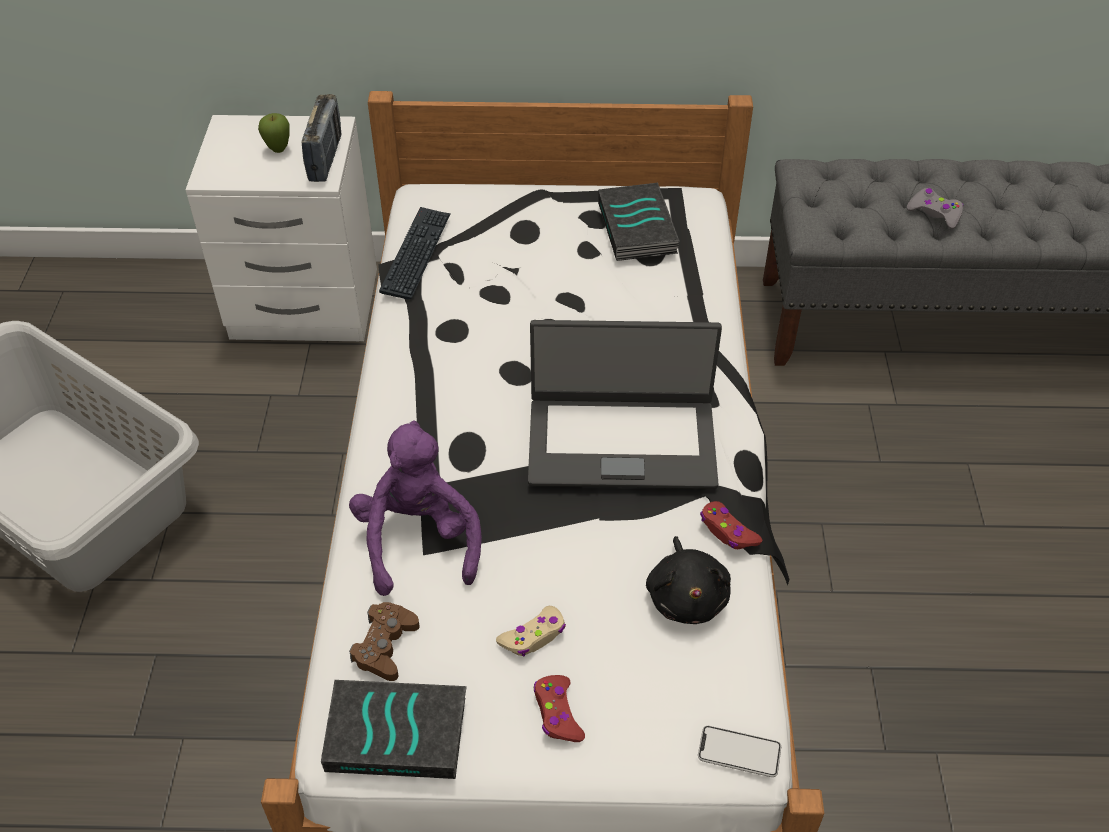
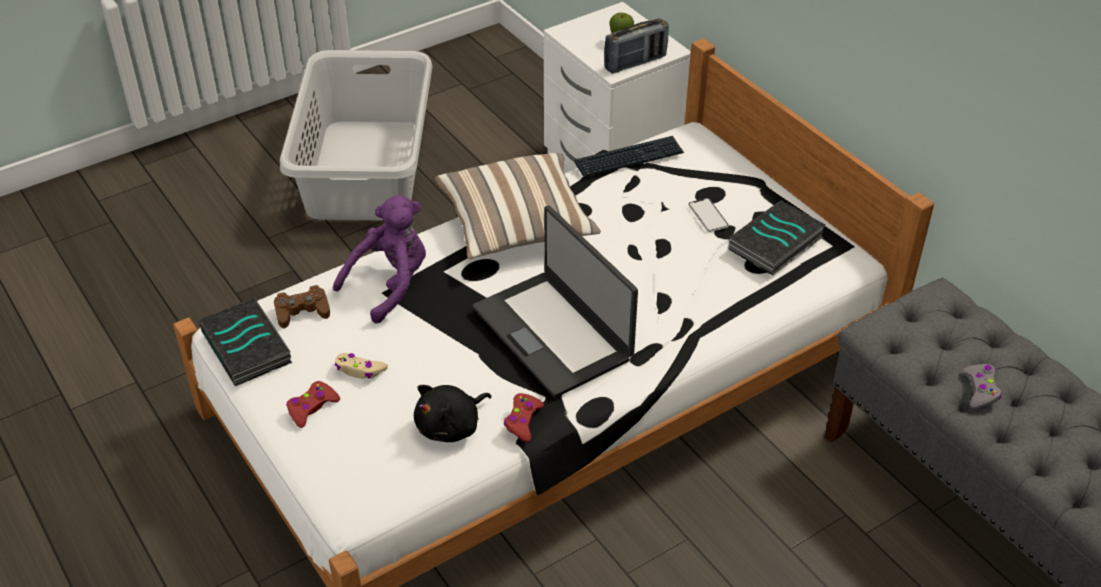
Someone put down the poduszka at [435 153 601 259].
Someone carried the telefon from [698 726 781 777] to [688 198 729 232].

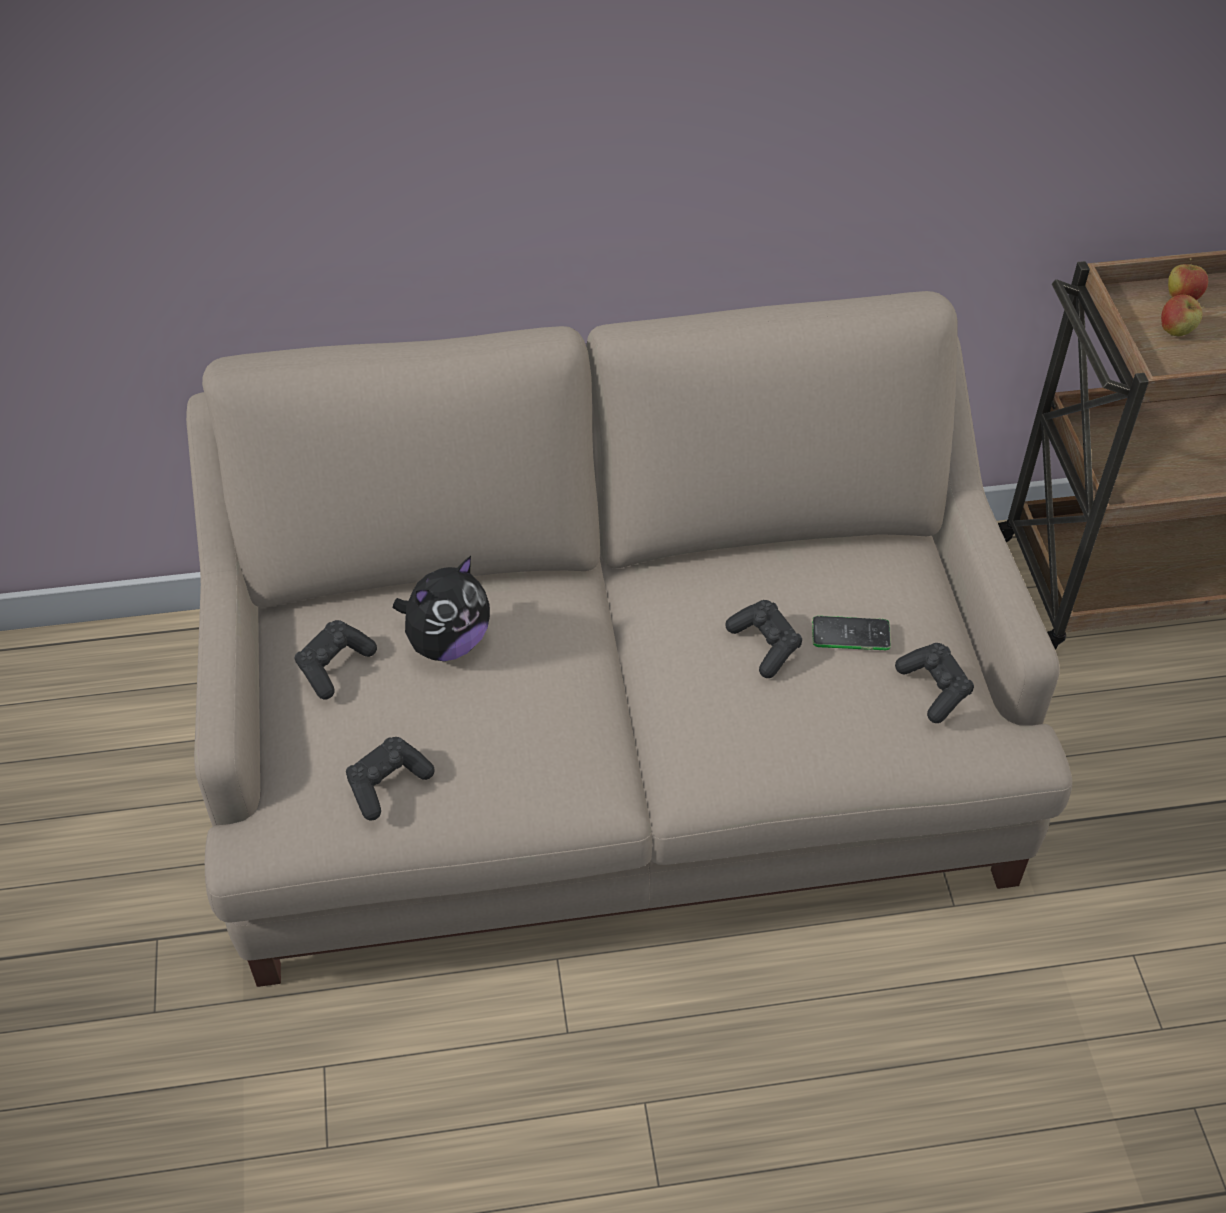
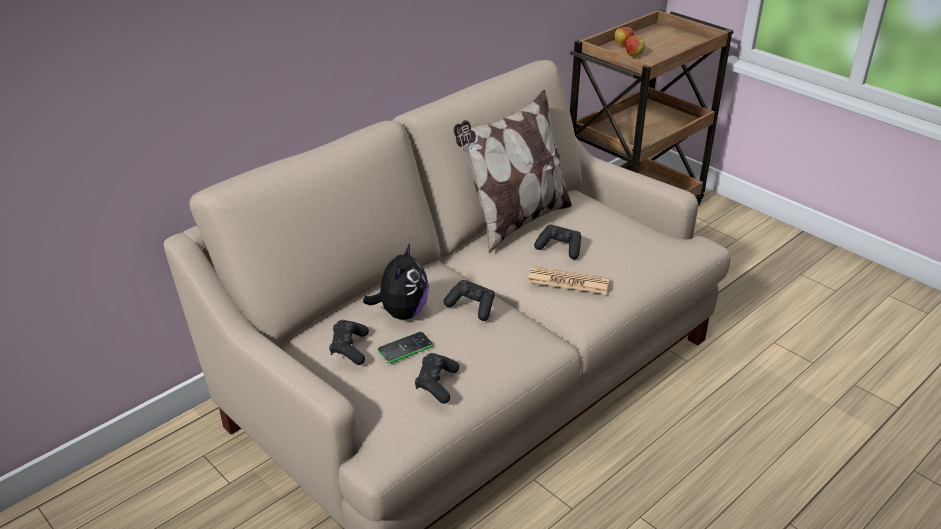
Someone put down the poduszka at [454 90 572 254].
Someone put down the gazeta at [528 266 609 294].
Someone carried the telefon from [812 616 891 650] to [377 332 433 363].
Someone carried the pad do gier (czarny) from [895 643 974 723] to [444 280 495 321].

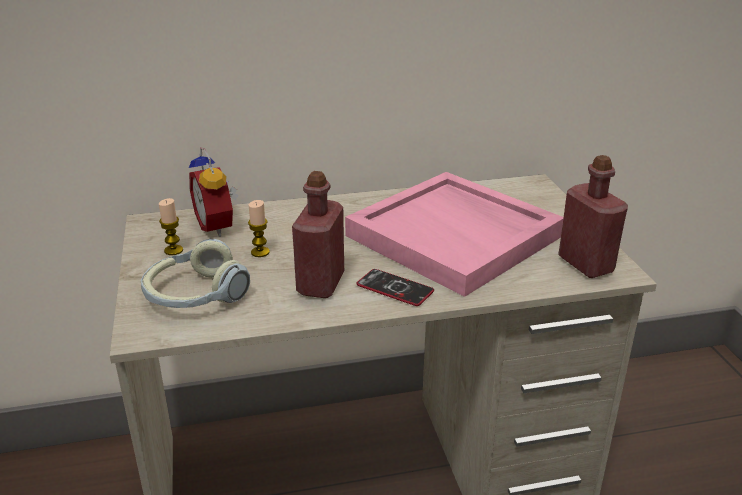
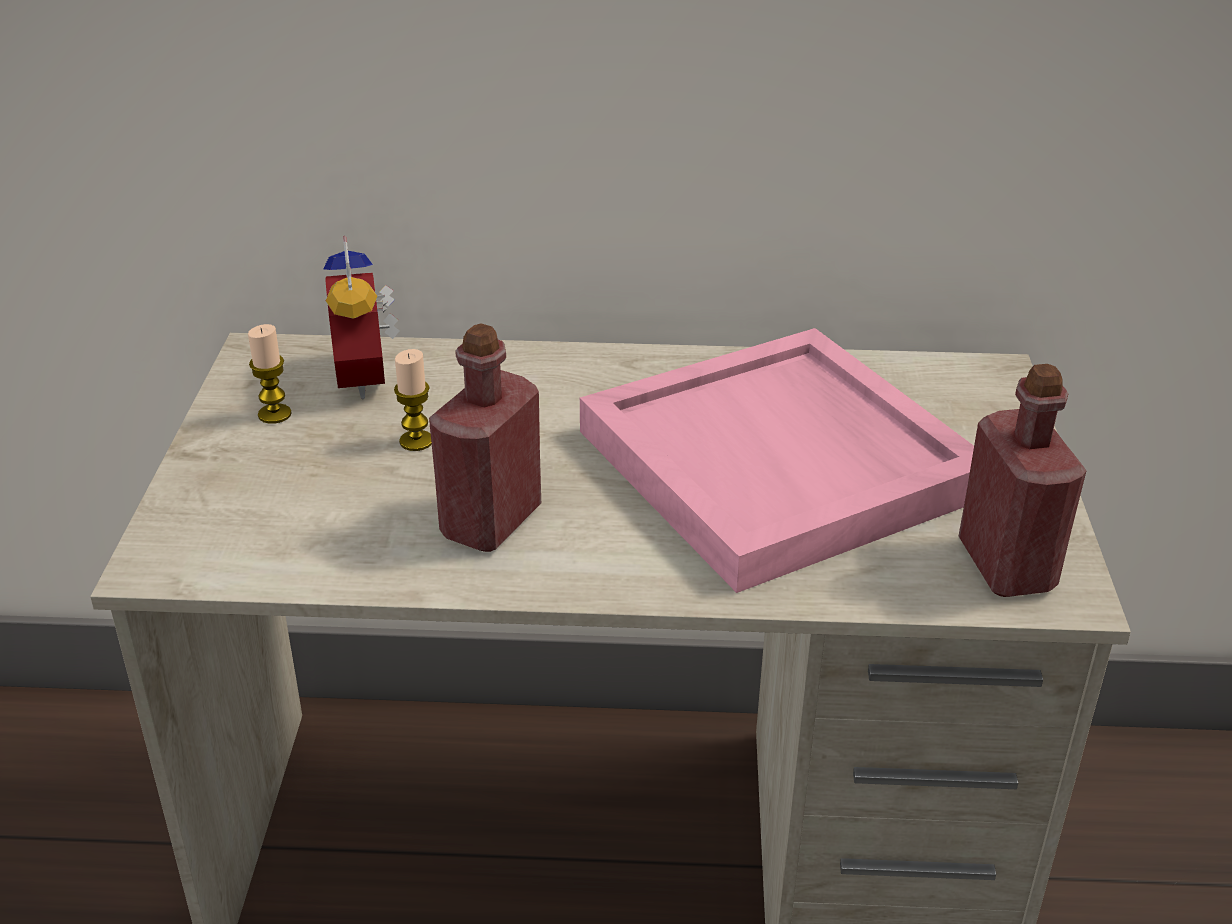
Someone took away the słuchawki at [141 239 250 308].
Someone took away the telefon at [356 269 434 306].

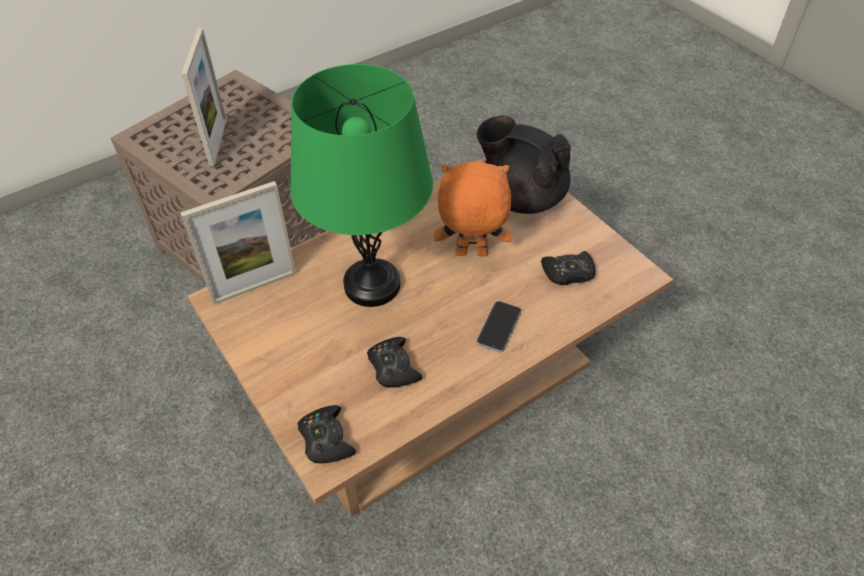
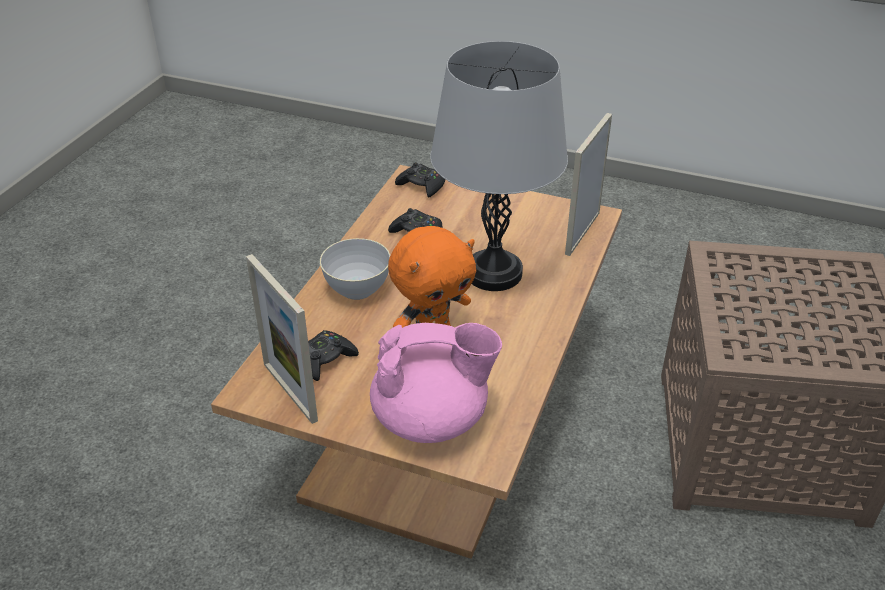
Someone carried the ramka na zdjęcie from [181 28 227 167] to [246 254 318 424].
Someone swapped the telefon at [477 301 521 352] for the miska (szary) at [320 238 391 300].
Someone repainted the lampa stołowa (zielony) at [290 64 433 307], which became the lampa stołowa (szary) at [430 41 568 291].
Someone repainted the imbryk (czarny) at [477 116 571 214], which became the imbryk (różowy) at [370 323 502 443].

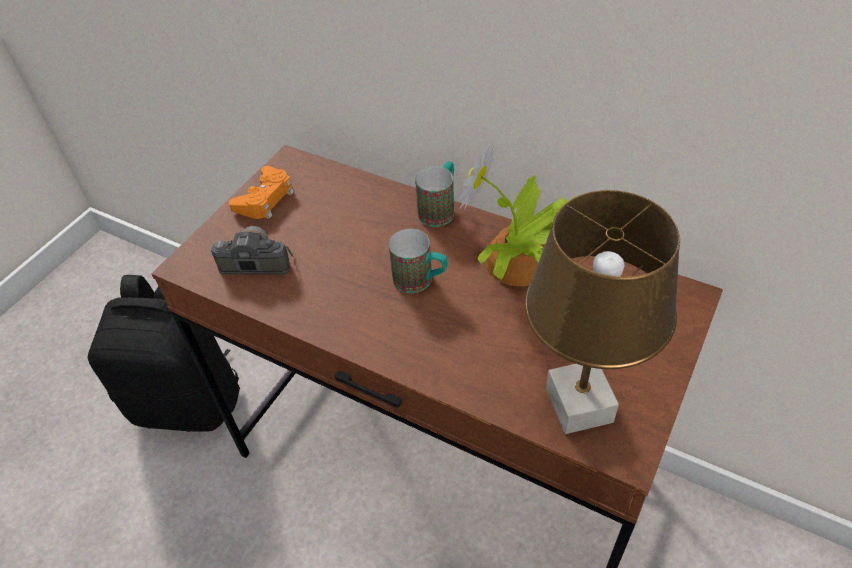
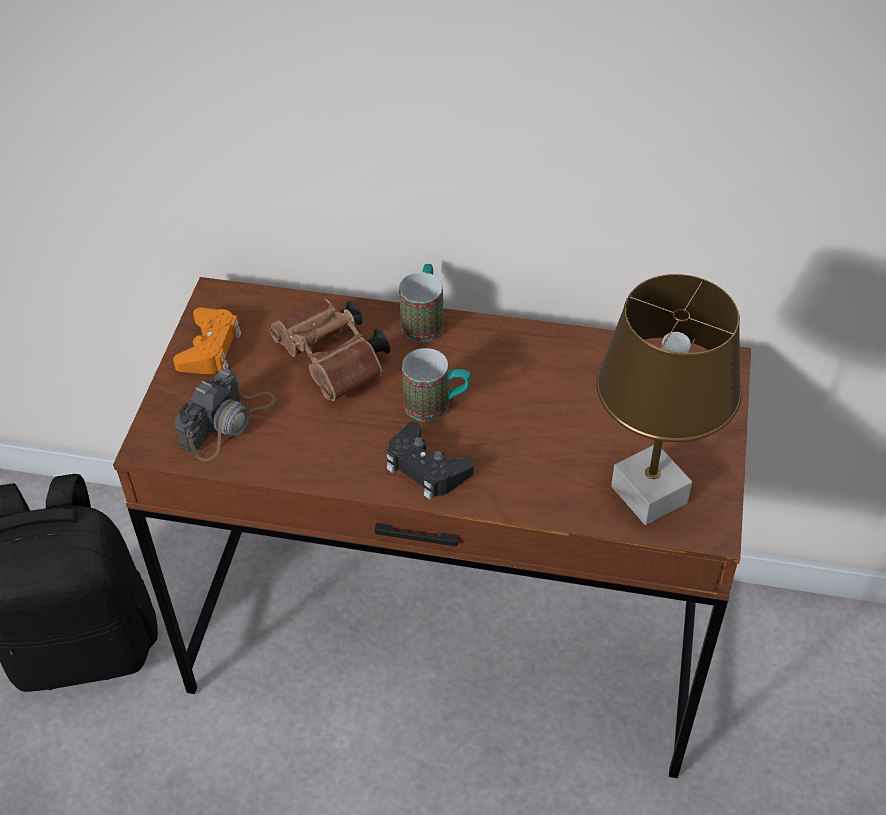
Someone took away the roślina doniczkowa at [459 142 576 286].
Someone put down the lornetka (brązowy) at [269 299 390 401].
Someone put down the pad do gier (czarny) at [387 422 474 499].
Someone rotated the aparat fotograficzny at [210 226 295 274] by 135 degrees clockwise.

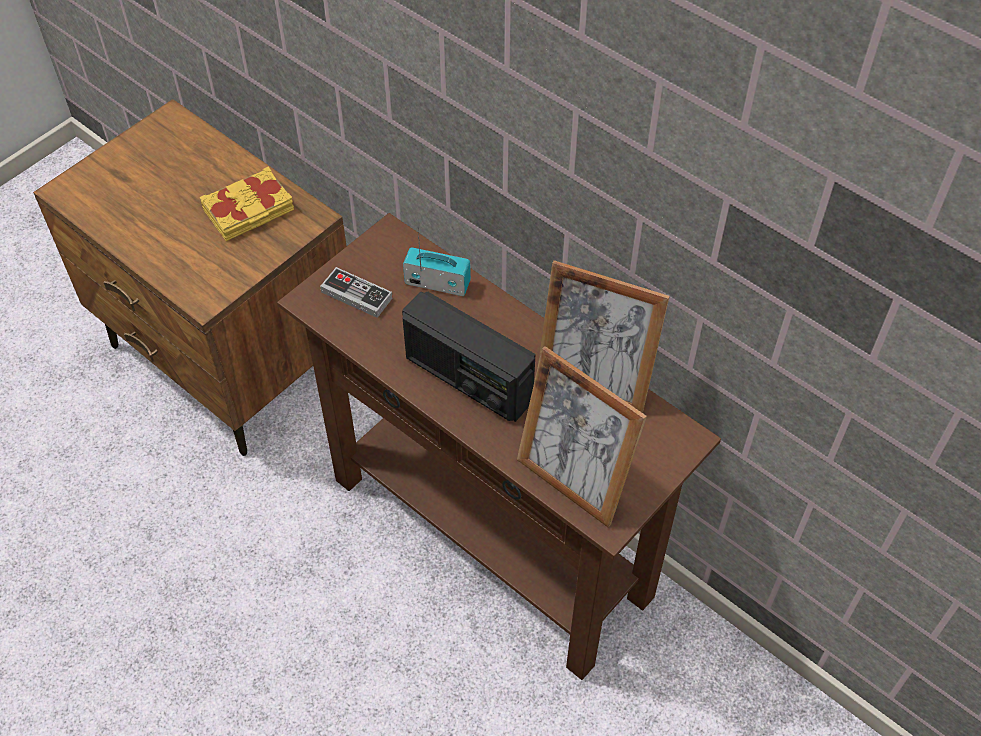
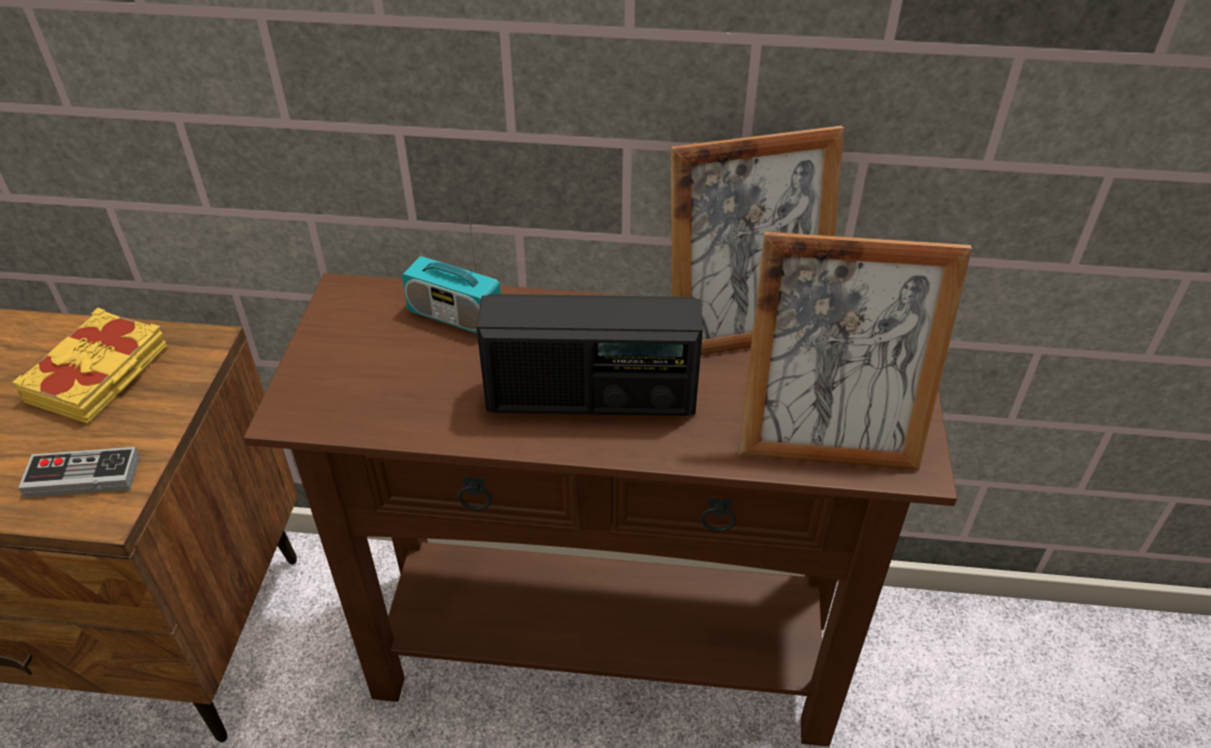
Someone carried the pad do gier from [320 267 393 318] to [18 447 140 498].
Someone rotated the radio at [403 231 471 296] by 135 degrees counterclockwise.

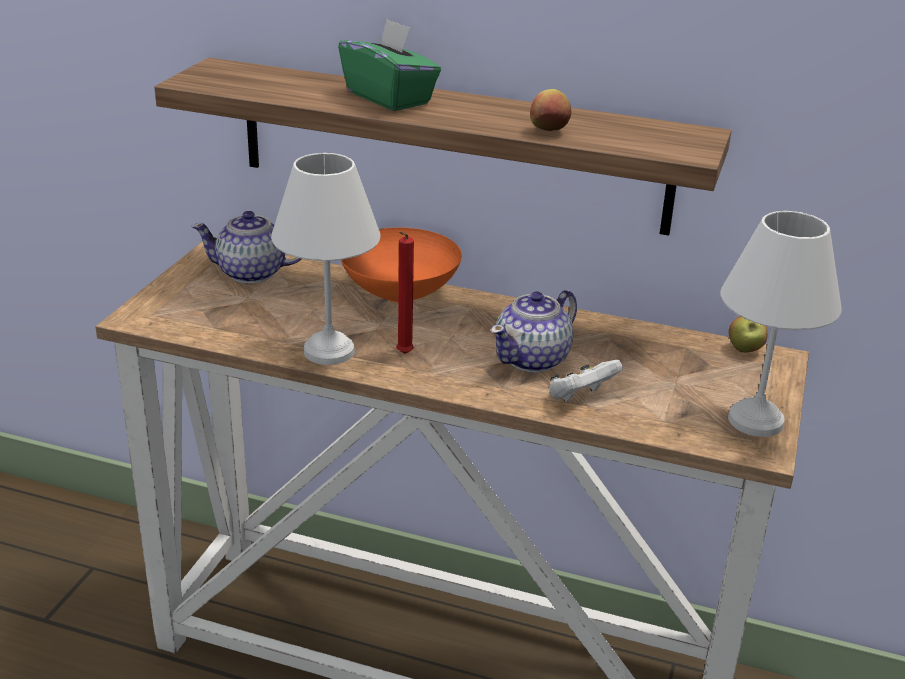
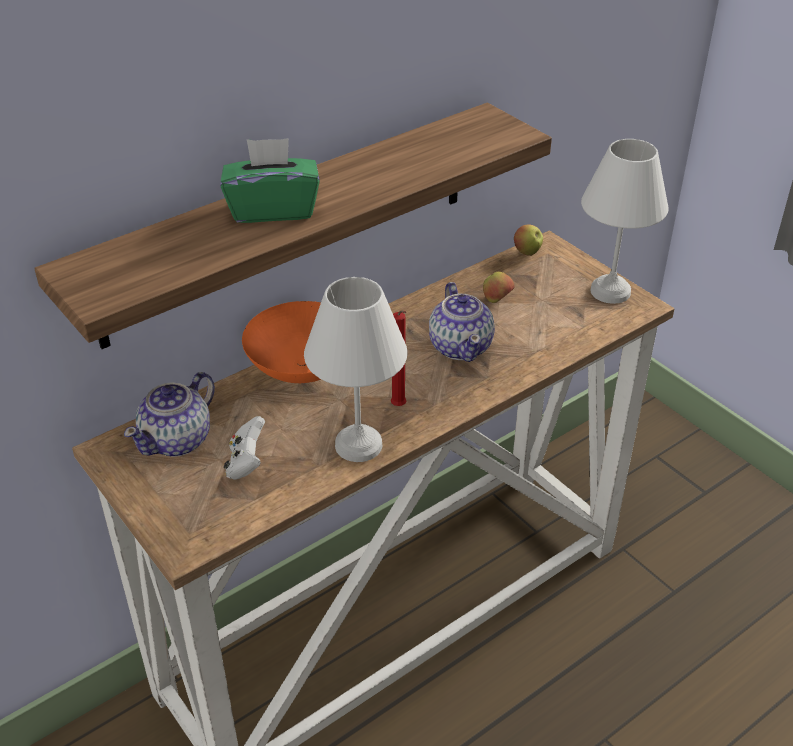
Someone carried the jabłko from [530 89 571 131] to [483 271 515 303].
Someone carried the pad do gier (biały) from [549 360 623 402] to [224 416 265 480].

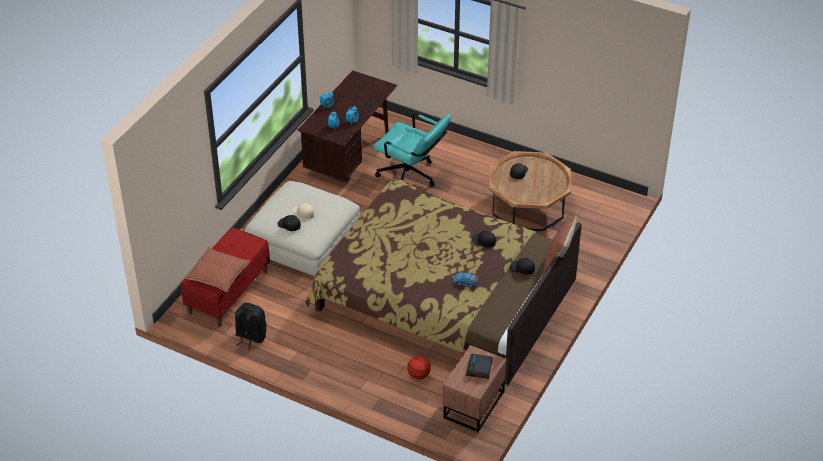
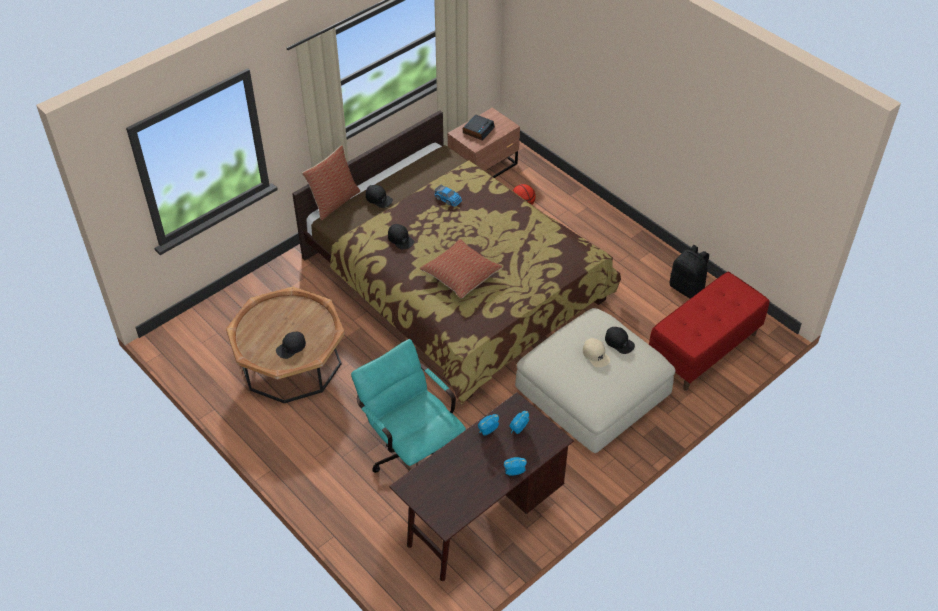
Someone carried the poduszka from [185 247 250 292] to [420 239 503 299].

